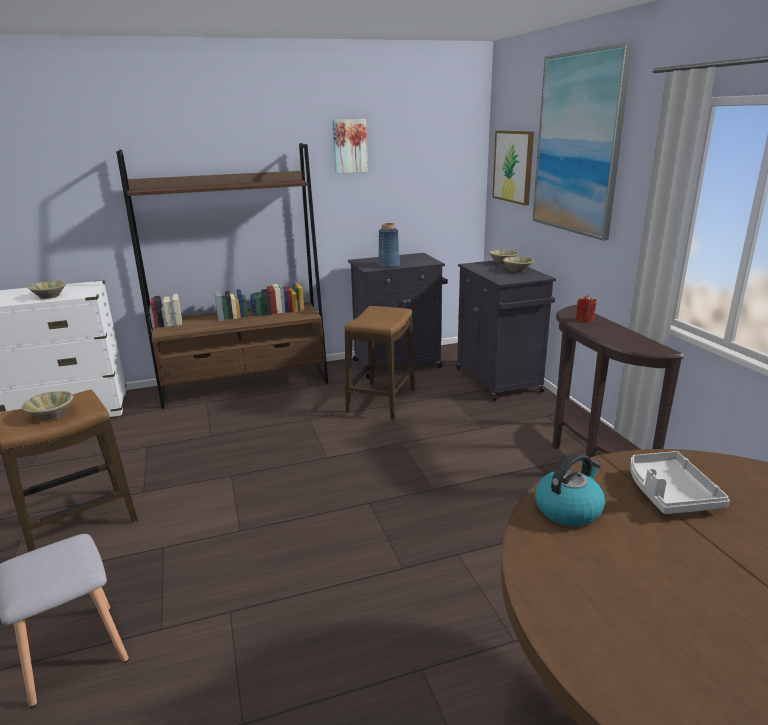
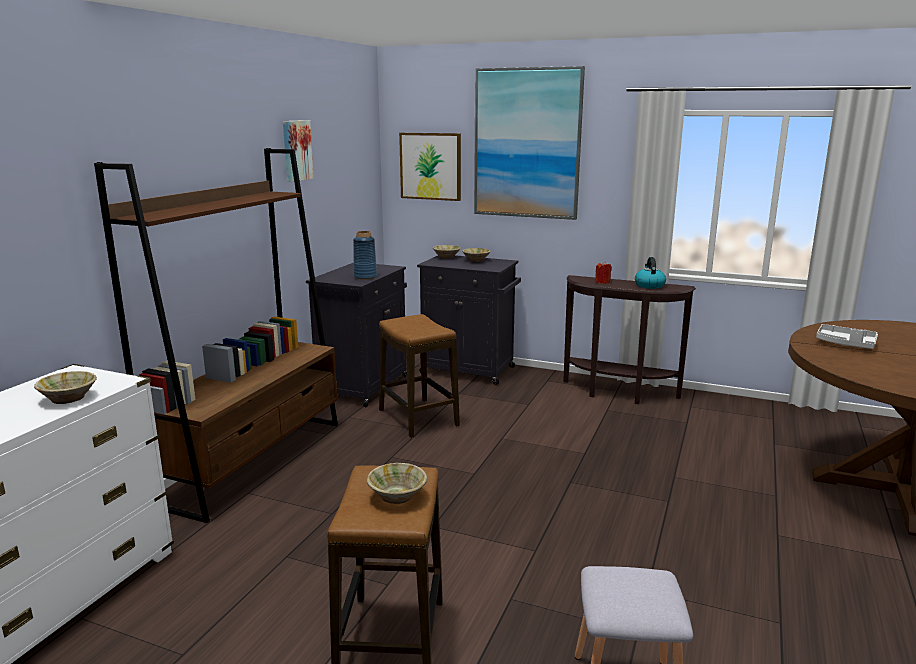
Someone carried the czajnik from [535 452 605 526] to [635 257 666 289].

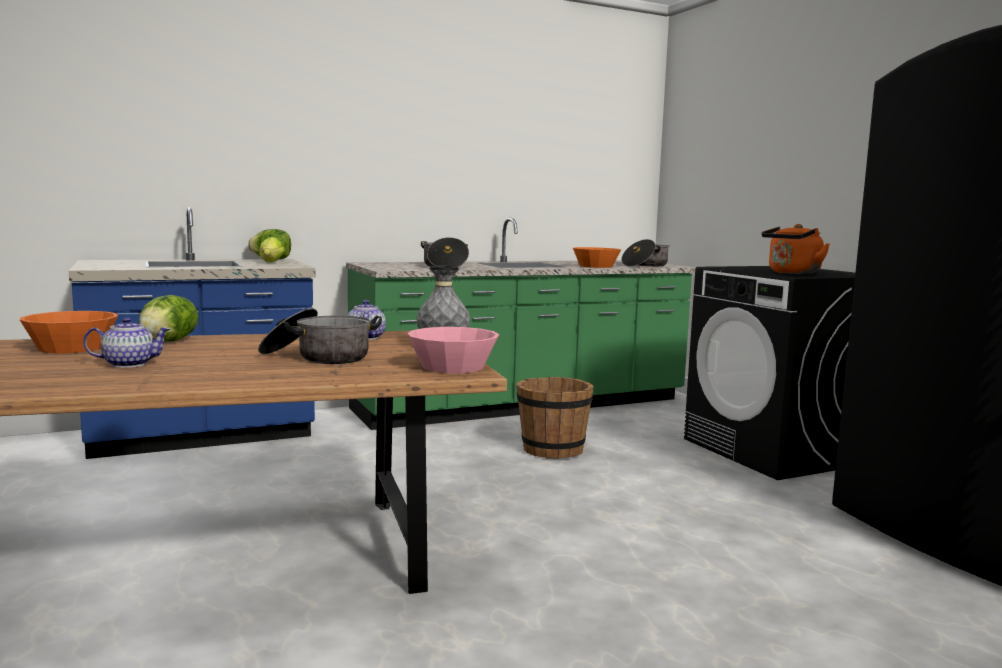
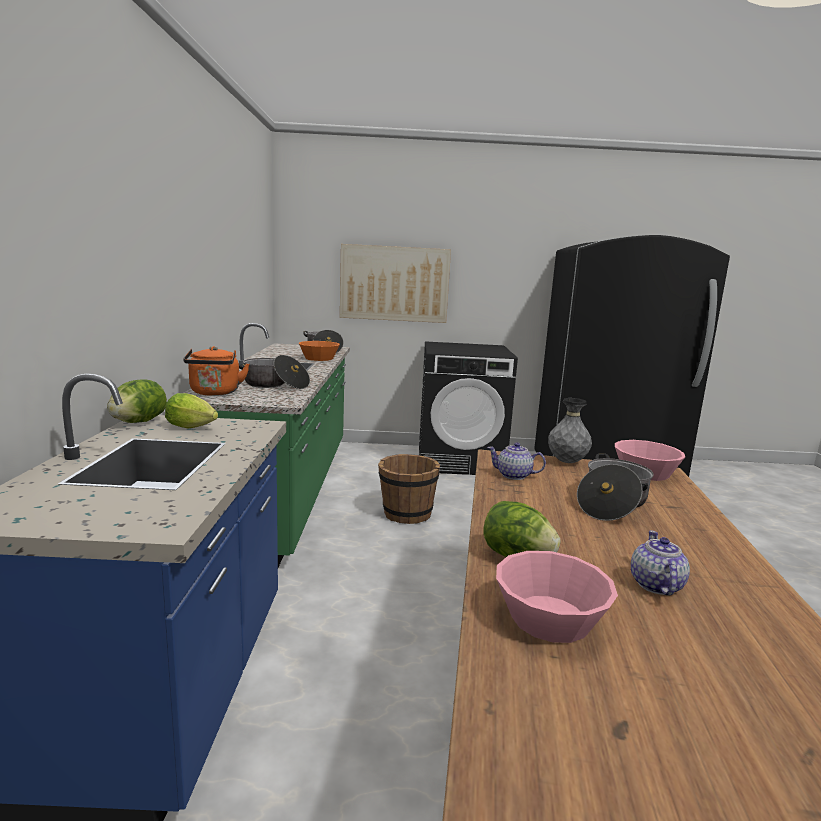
Someone put up the obraz at [340 244 451 323].
Someone carried the czajnik (pomarańczowy) from [762 224 830 274] to [183 346 249 396].
Someone repainted the miska (pomarańczowy) at [20 311 118 354], which became the miska (różowy) at [496 551 618 643].

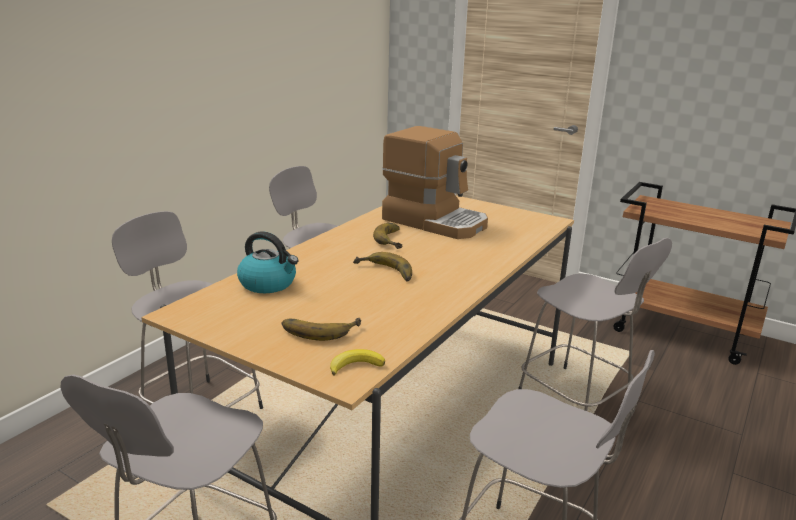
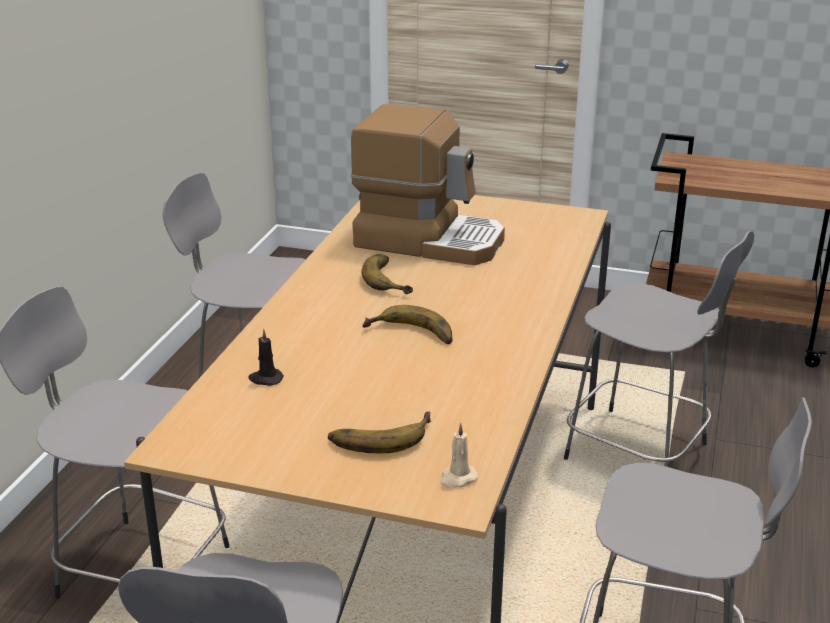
Someone swapped the czajnik at [237 231 298 293] for the świeca (czarny) at [249 329 284 386].
Someone swapped the banan at [330 349 385 376] for the świeca (beżowy) at [440 423 478 488].

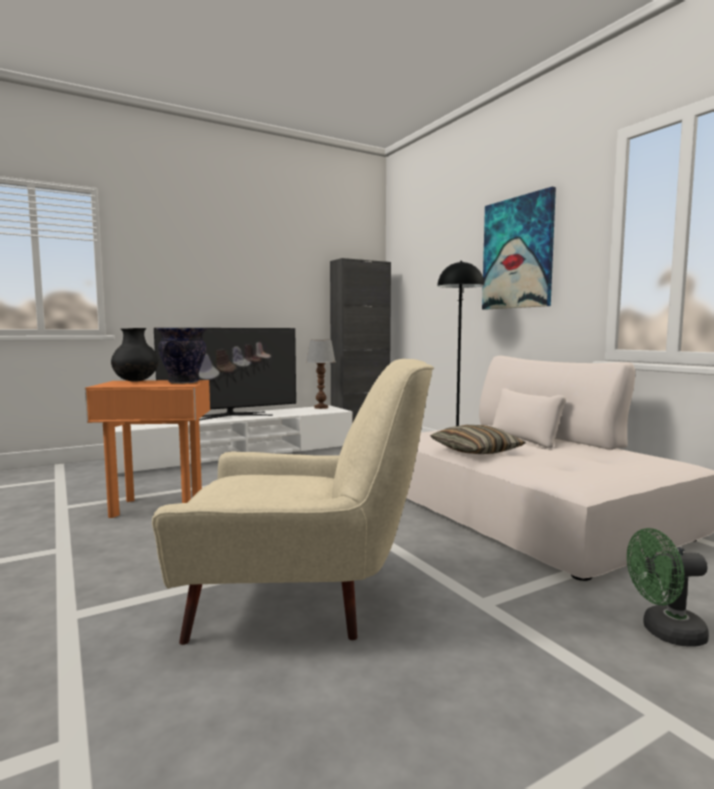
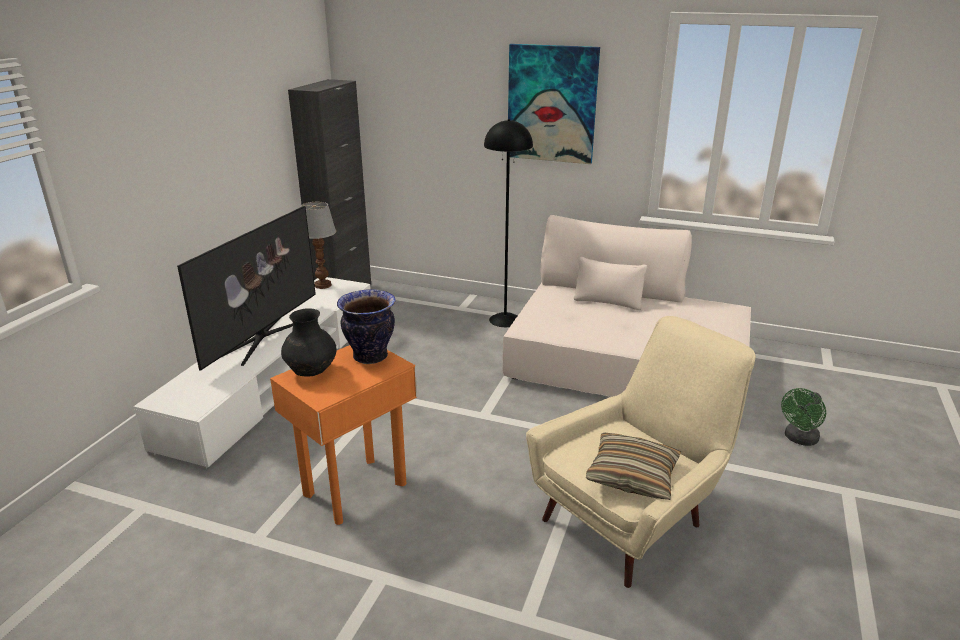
Someone carried the poduszka from [430 425 525 454] to [586 432 681 500].

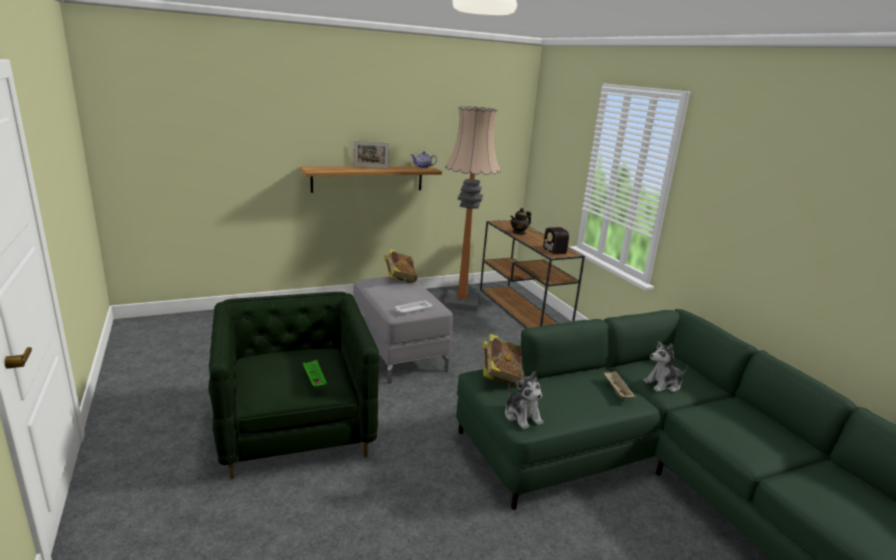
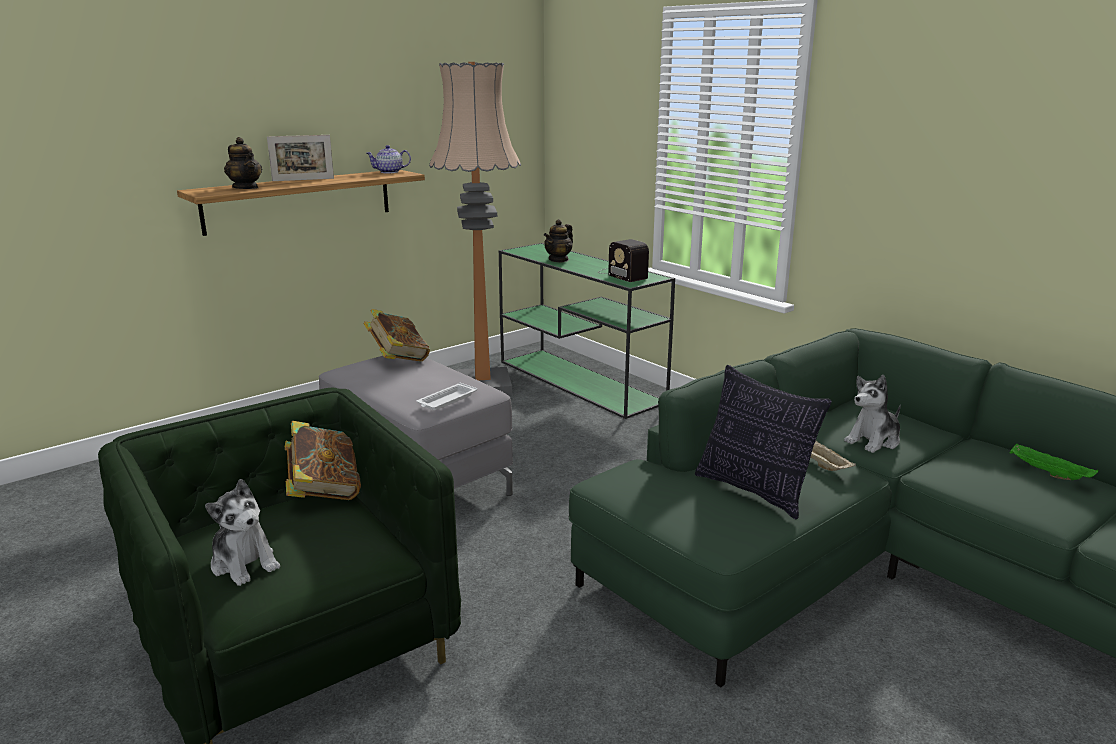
Someone put down the imbryk at [224 137 262 189].
Someone put down the poduszka at [695 365 832 520].
Someone carried the taca (zielony) from [302 360 327 387] to [1010 444 1098 480].
Someone carried the książka from [483 333 524 386] to [285 421 361 500].
Someone carried the pluszak from [505 371 543 429] to [205 479 280 586].
Someone repainted the stolik konsolowy (brązowy) at [480 220 585 328], which became the stolik konsolowy (zielony) at [499 243 675 419].

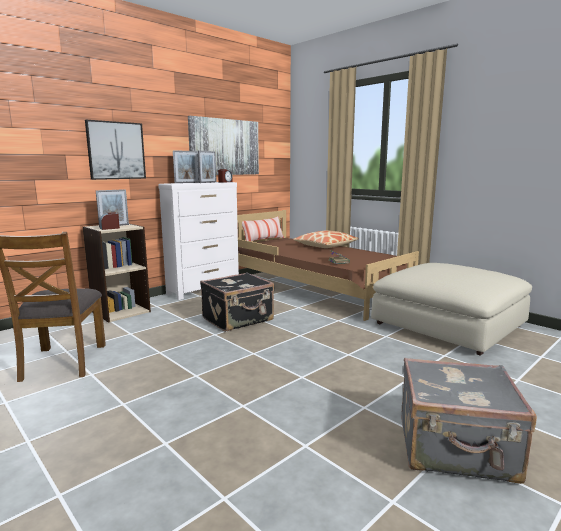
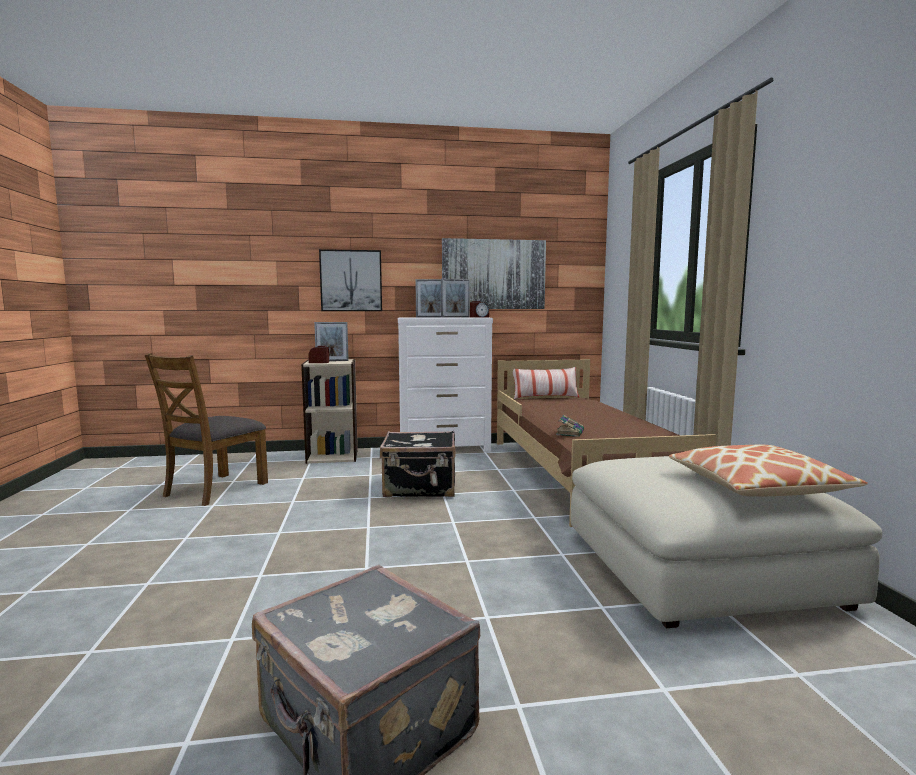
Someone carried the poduszka from [293 230 359 248] to [669 445 868 497].

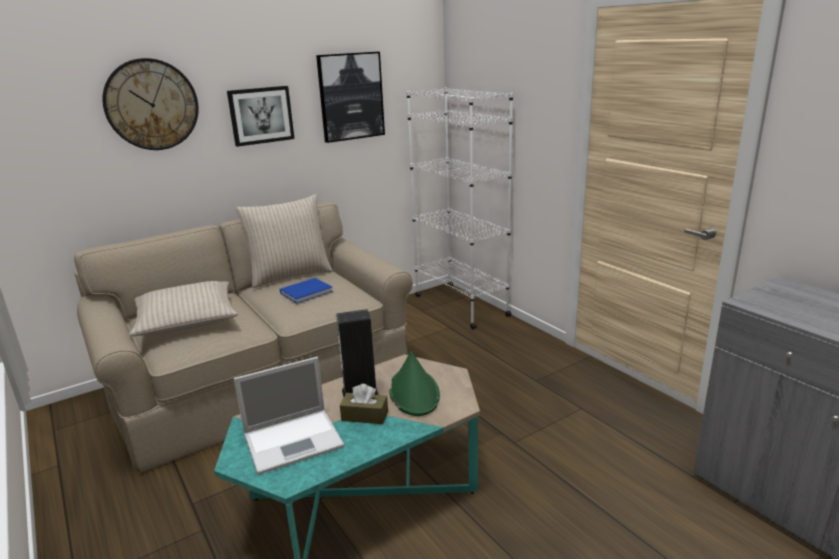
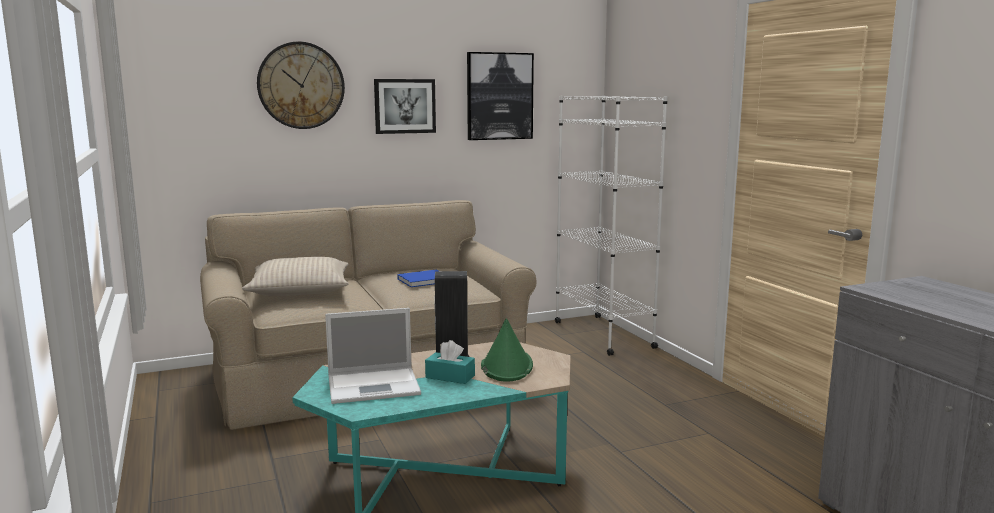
Someone took away the poduszka (beżowy) at [236 194 333 288].
Someone repainted the pudełko chusteczek (brązowy) at [340 384 388 424], which became the pudełko chusteczek (turkusowy) at [425 340 475 384].

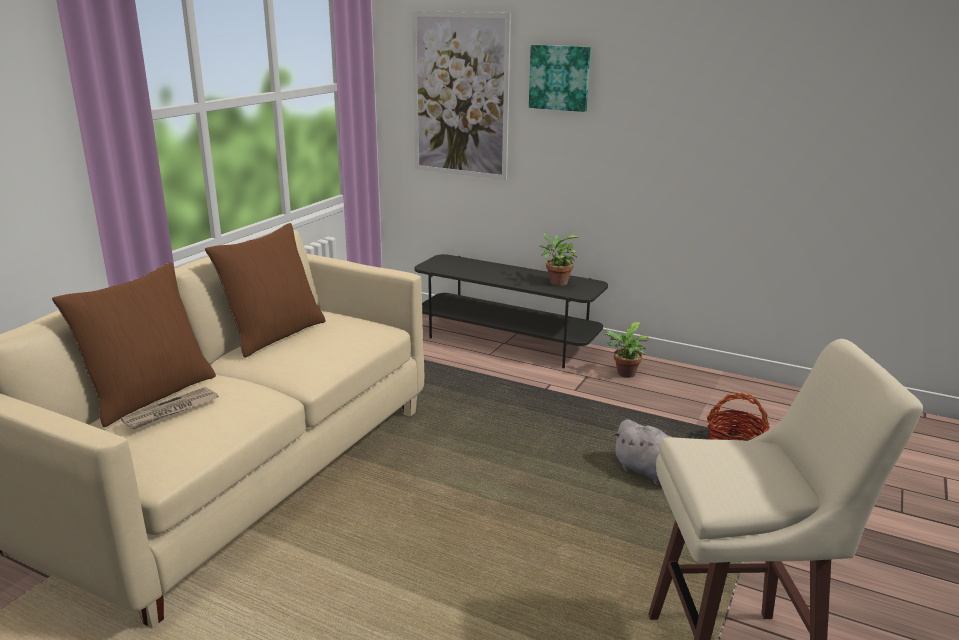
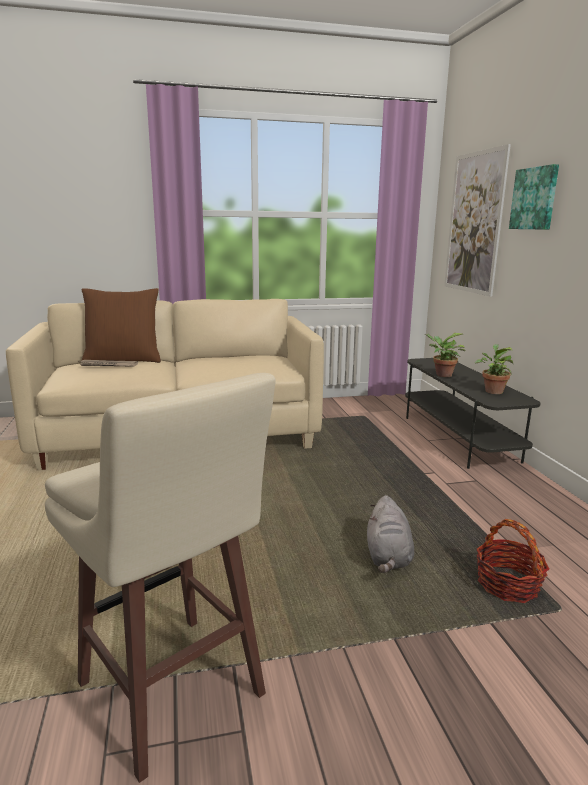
Someone took away the poduszka (brązowy) at [205 223 326 358].
Someone carried the roślina doniczkowa from [603 322 648 378] to [425 333 466 377].

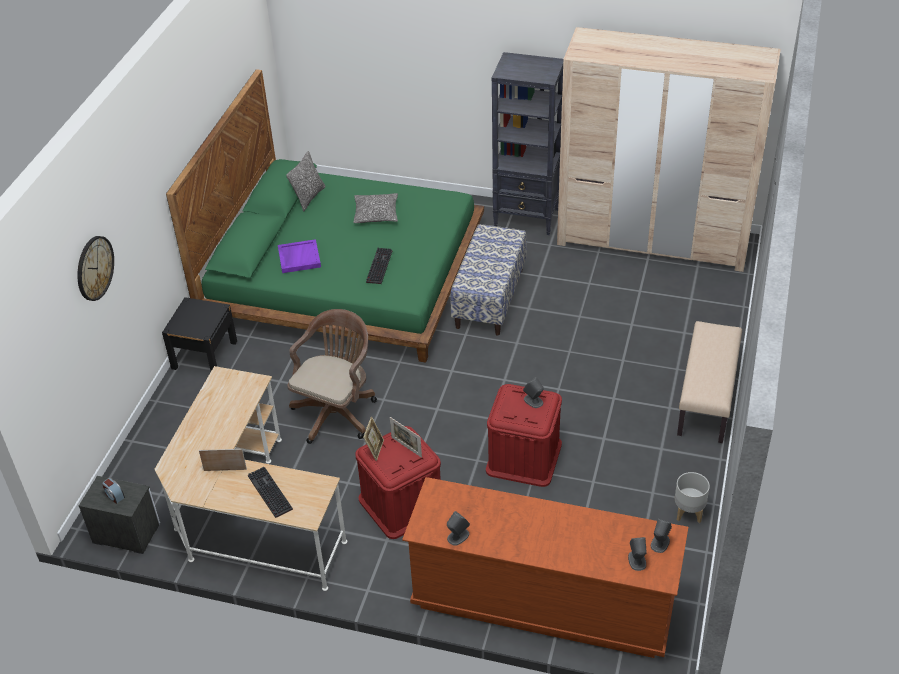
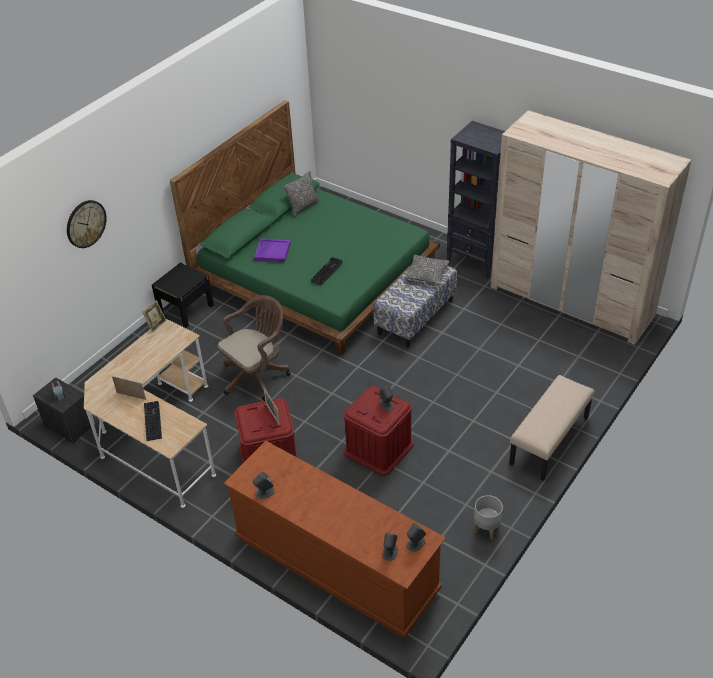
Someone carried the poduszka from [353 193 398 223] to [404 255 450 285].
Someone carried the ramka na zdjęcie from [363 417 384 461] to [142 300 166 333].

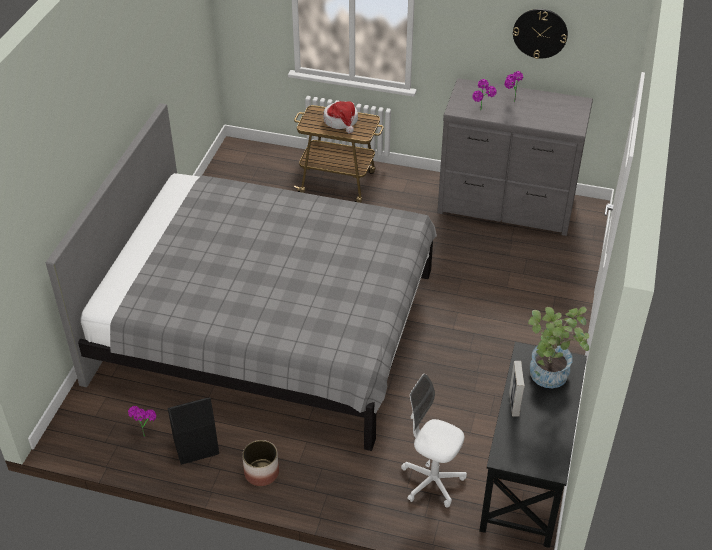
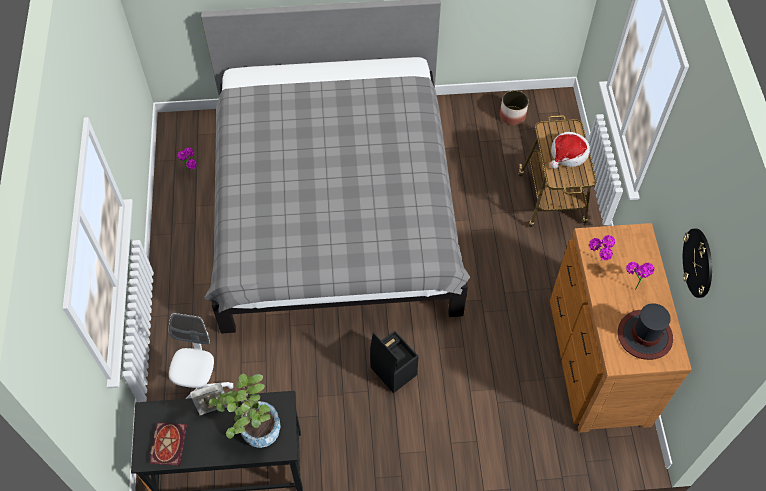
Someone put down the książka at [149 423 187 466].
Someone put down the kapelusz at [618 303 673 360].
Someone carried the pojemnik do przechowywania (czarny) from [168 398 219 465] to [370 331 419 393].
Someone carried the donica from [242 440 279 486] to [500 90 529 125].
Someone repainted the komoda (szary) at [437 78 593 236], which became the komoda (brązowy) at [550 223 692 433].

